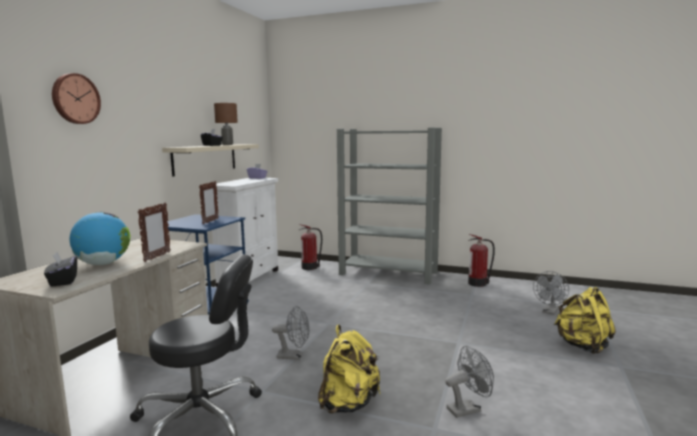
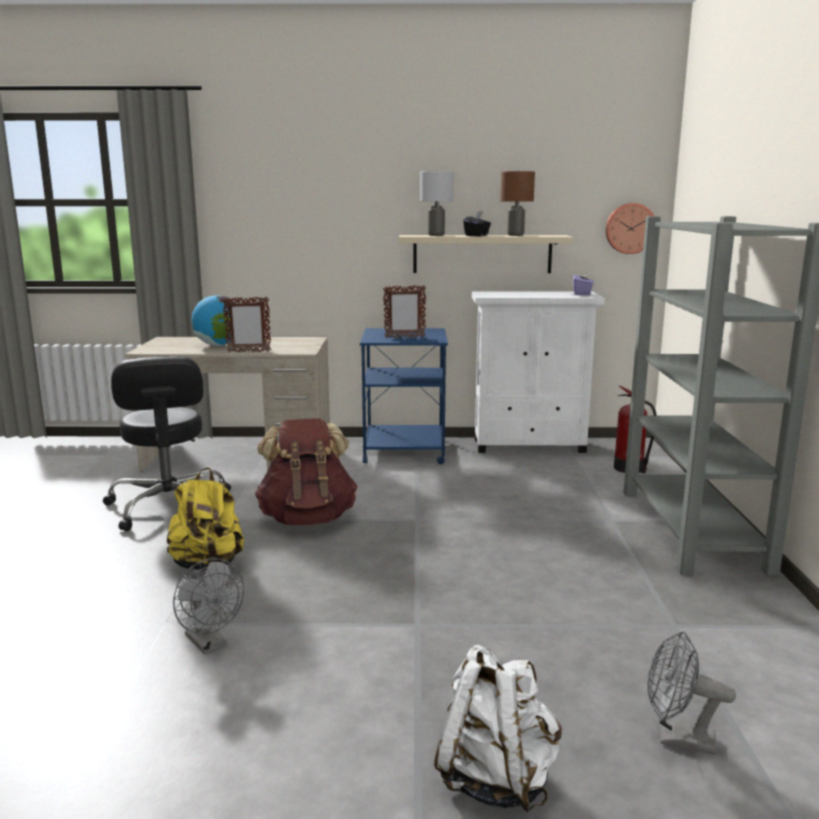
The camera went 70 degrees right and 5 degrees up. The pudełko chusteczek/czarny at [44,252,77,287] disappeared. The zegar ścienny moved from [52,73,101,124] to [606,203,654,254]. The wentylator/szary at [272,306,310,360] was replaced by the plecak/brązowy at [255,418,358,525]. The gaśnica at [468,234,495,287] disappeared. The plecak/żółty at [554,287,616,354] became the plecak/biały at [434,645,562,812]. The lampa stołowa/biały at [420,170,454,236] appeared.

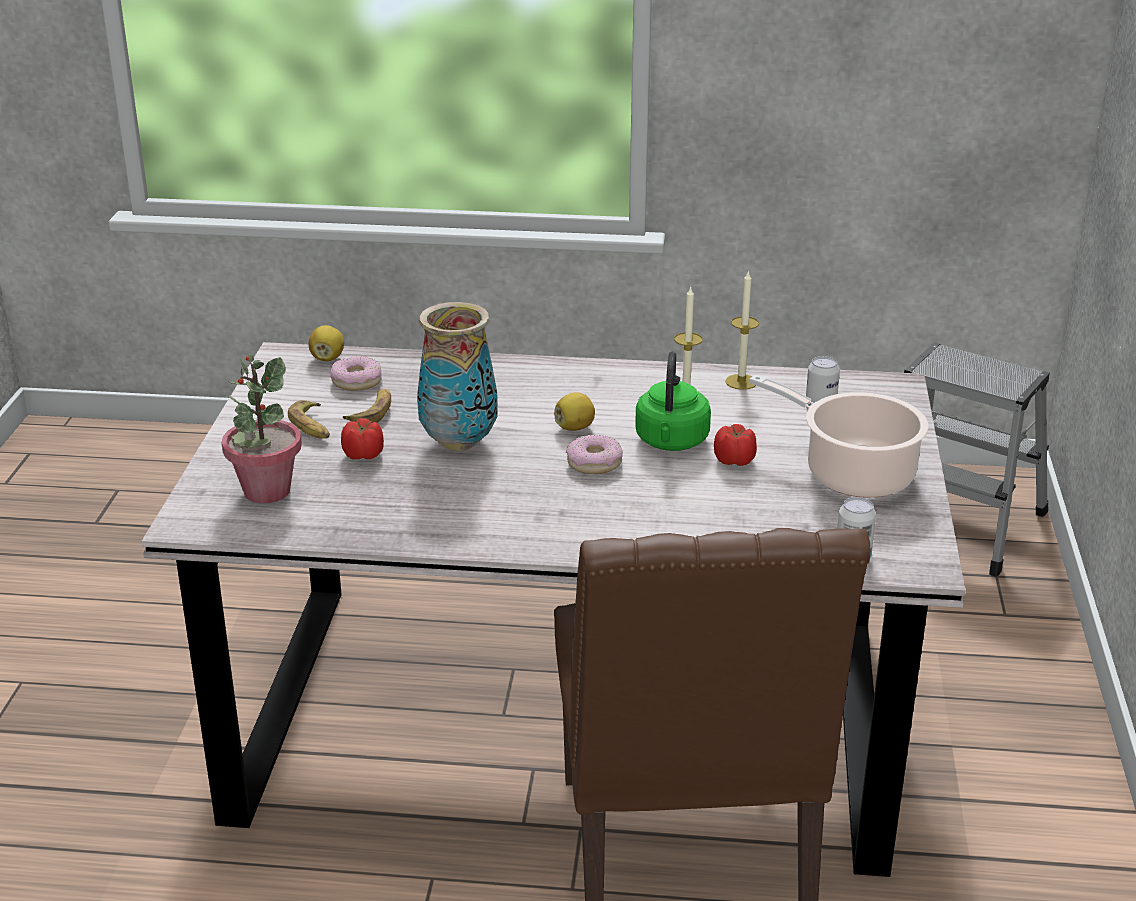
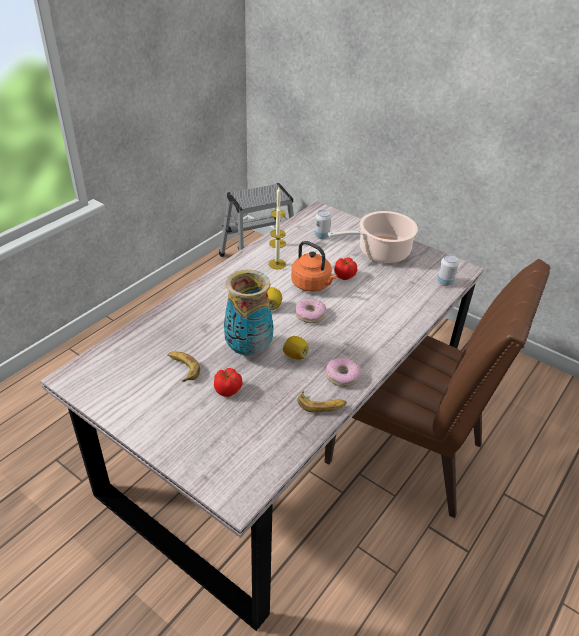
The camera went 60 degrees left and 10 degrees up. The roślina doniczkowa at [222,354,302,503] disappeared. The banan moved from [288,400,330,438] to [297,391,347,412]. The cytryna moved from [308,325,344,361] to [283,336,309,360]. The donut moved from [330,356,382,391] to [326,357,361,387]. The czajnik/zielony at [635,351,711,451] became the czajnik/pomarańczowy at [291,241,338,292].

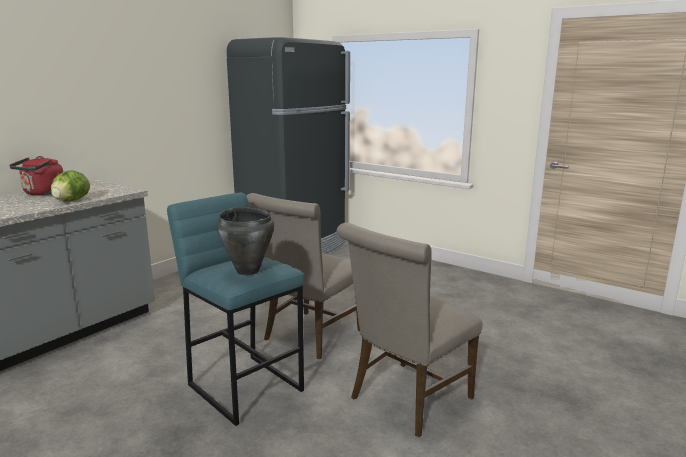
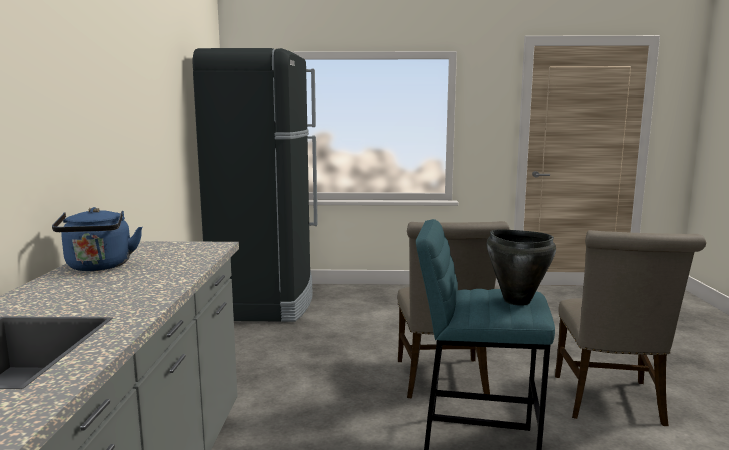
The camera went 35 degrees left and 5 degrees down. The czajnik/czerwony at [9,156,63,196] became the czajnik/niebieski at [52,207,143,271]. The sałata at [51,170,90,202] disappeared.

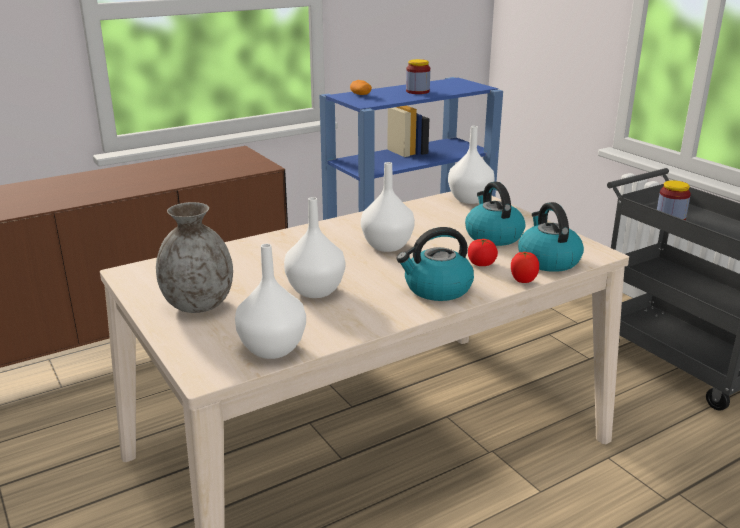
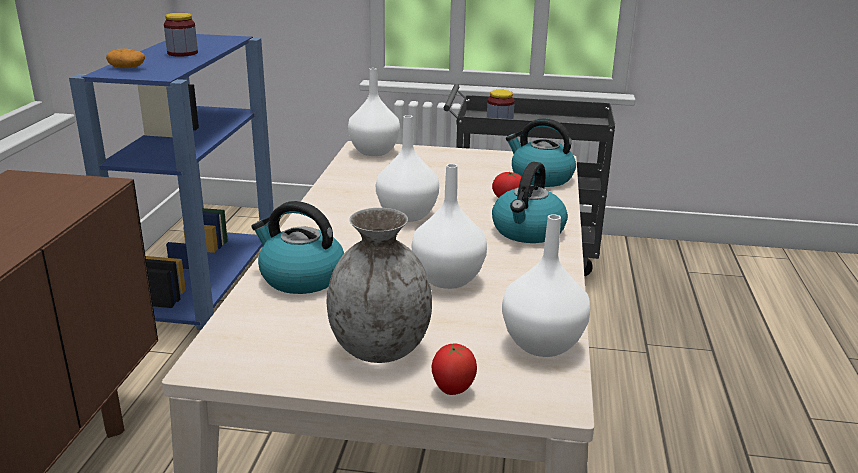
The camera went 50 degrees left and 0 degrees up. The czajnik moved from [465,182,525,246] to [251,201,344,294]. The pomidor moved from [511,252,539,283] to [432,343,477,395].

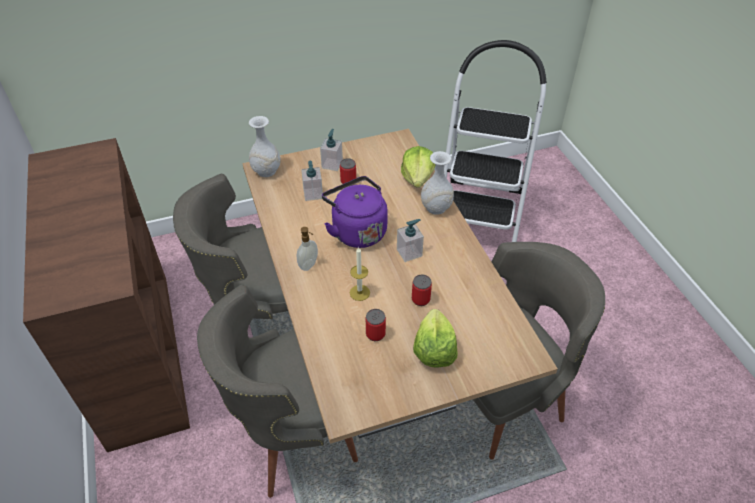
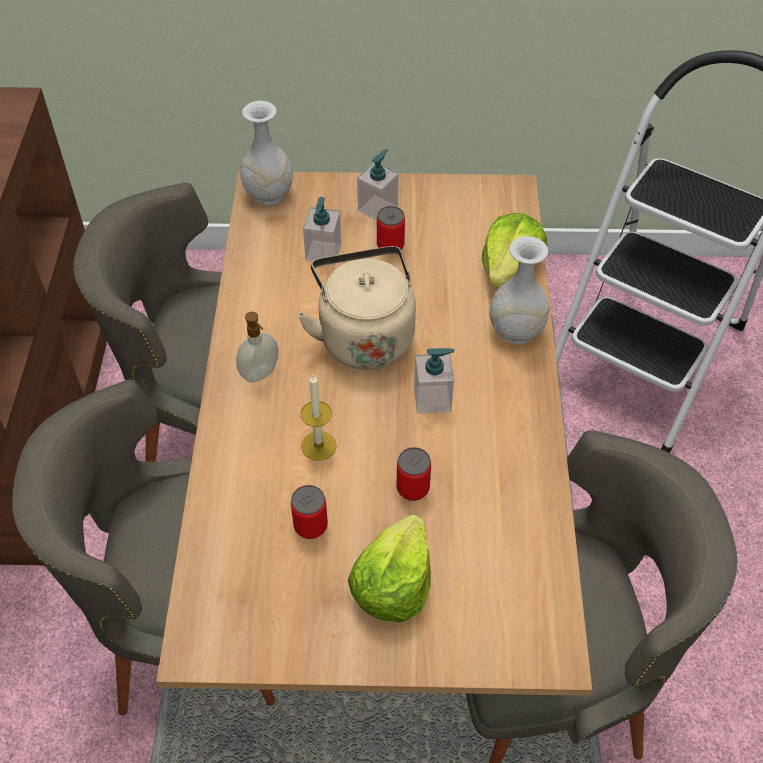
The camera went 20 degrees right and 5 degrees up. The czajnik/fioletowy at [322,176,388,248] became the czajnik/beżowy at [297,246,416,370].

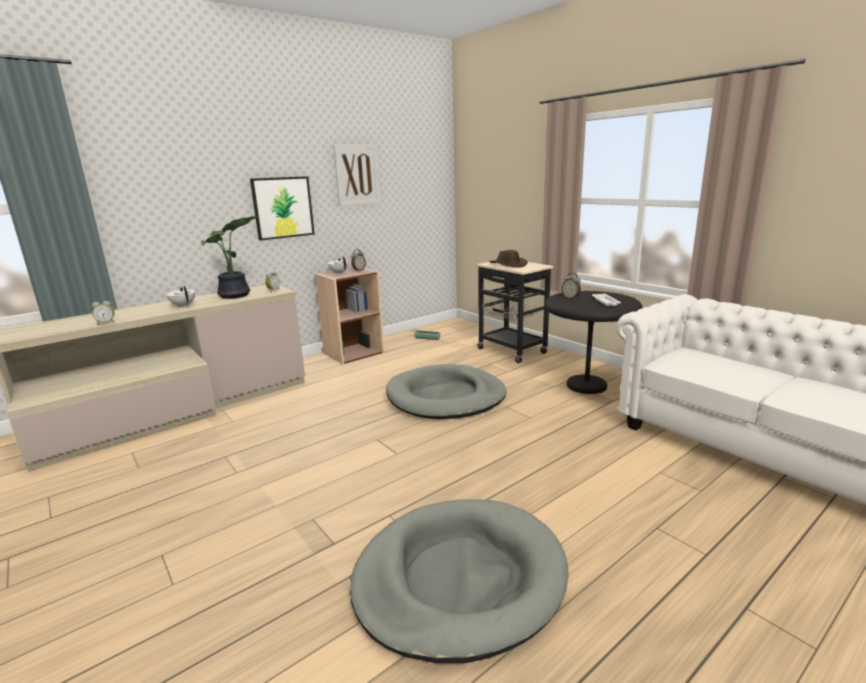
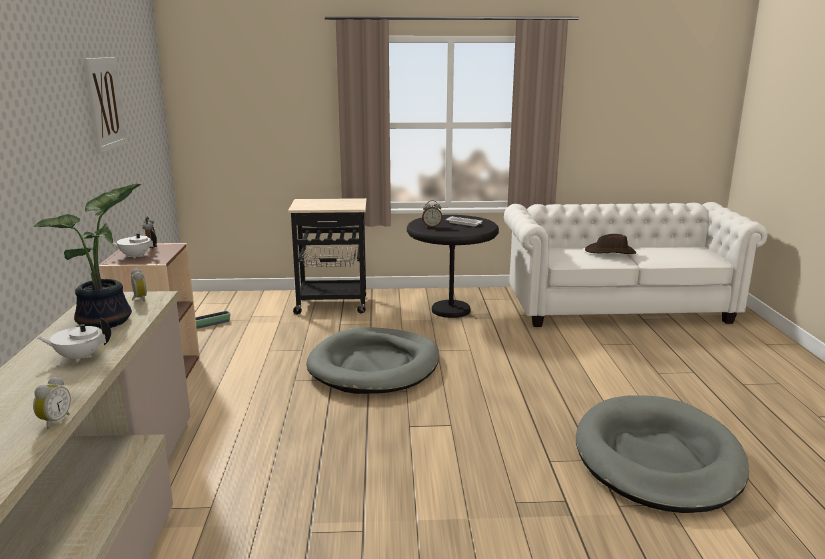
The camera went 55 degrees left and 0 degrees up. The obraz at [250,176,315,241] disappeared. The kapelusz/brązowy moved from [489,250,528,268] to [585,234,636,254].

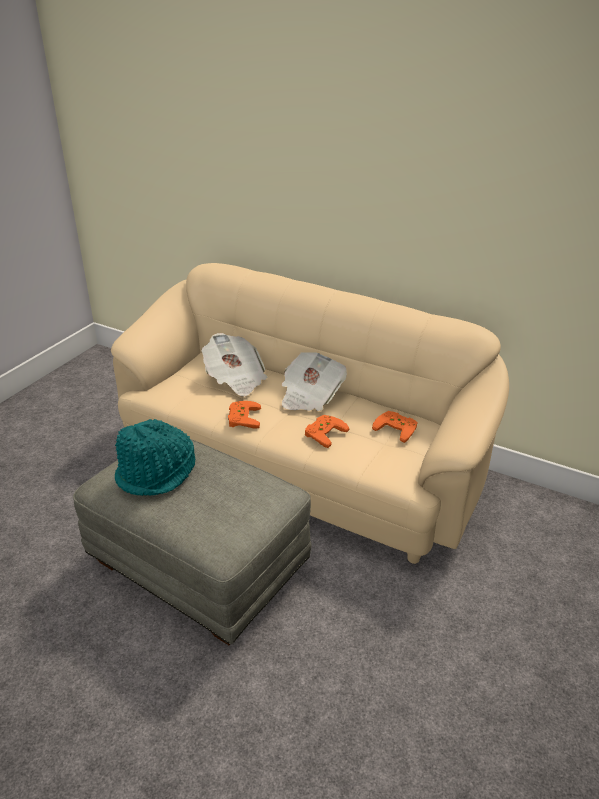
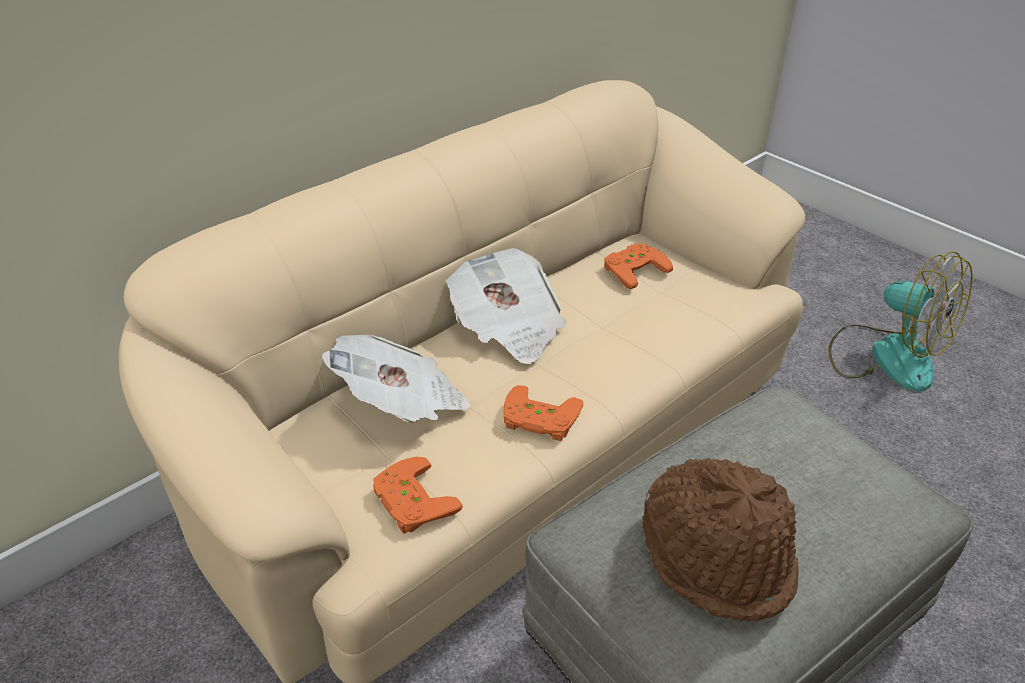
The camera went 70 degrees left and 5 degrees up. The kapelusz/turkusowy at [115,419,195,496] became the kapelusz/brązowy at [642,458,799,622]. The pad do gier/pomarańczowy moved from [305,415,349,448] to [373,457,463,533]. The wentylator at [828,251,973,392] appeared.

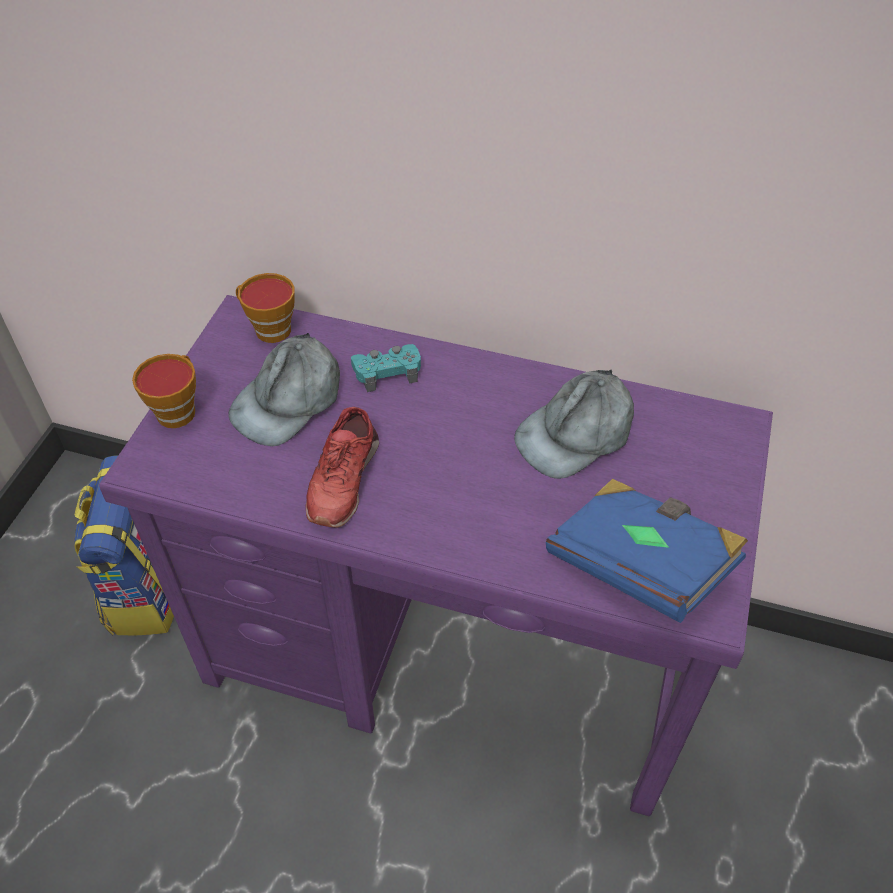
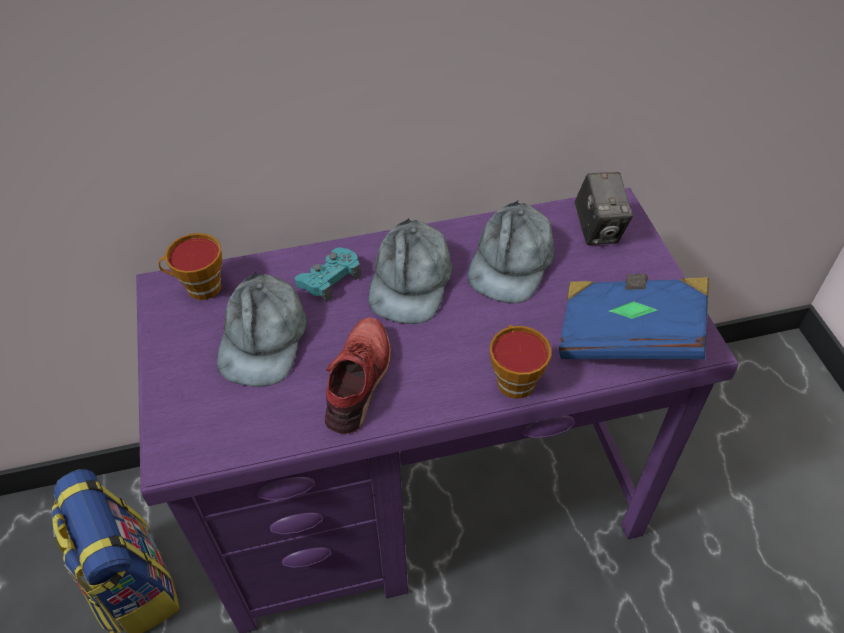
The camera went 30 degrees left and 0 degrees up. The filiżanka moved from [132,354,196,428] to [490,325,551,399]. The but/czerwony at [305,407,379,528] turned 150 degrees counterclockwise. The czapka z daszkiem/szary at [368,218,453,324] appeared. The aparat fotograficzny at [574,172,633,245] appeared.

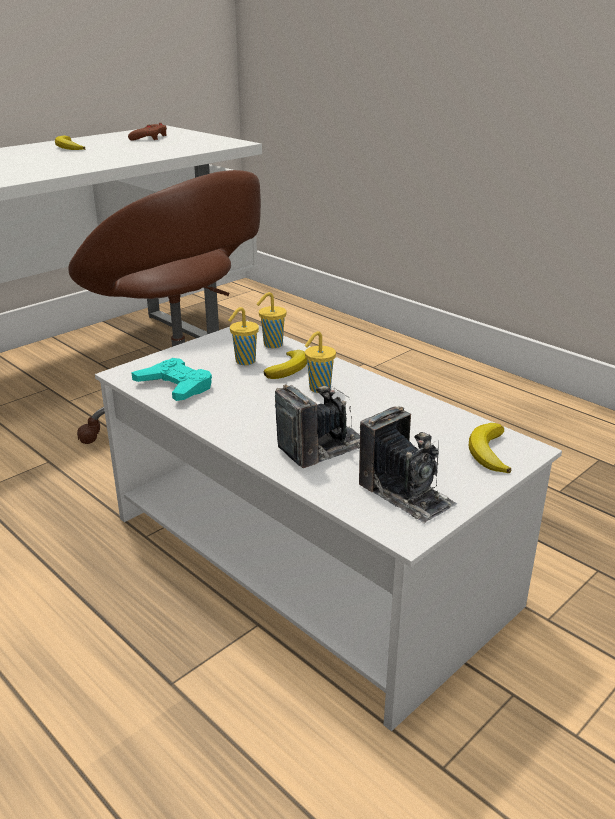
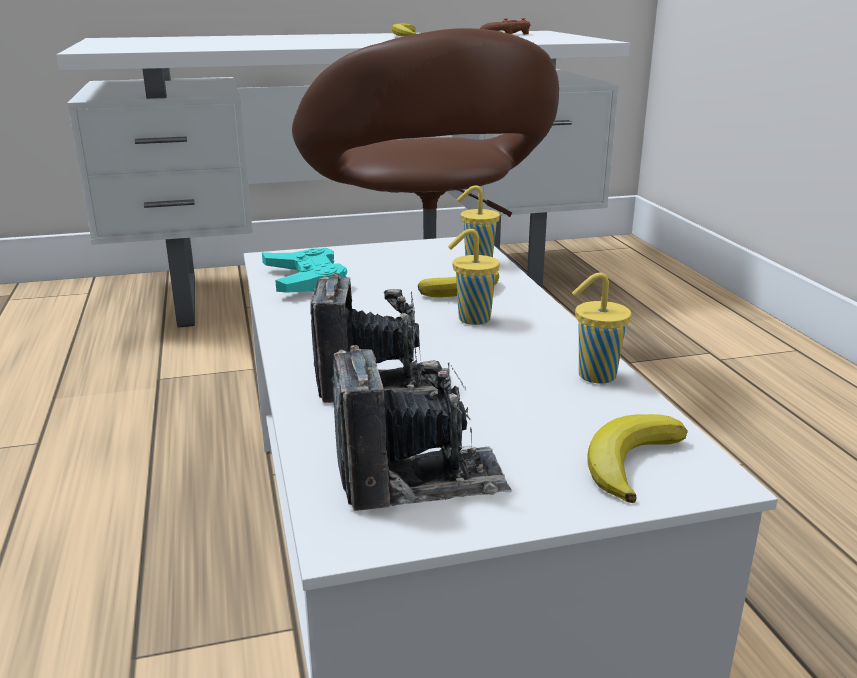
The camera went 30 degrees right and 5 degrees down. The filiżanka/żółty moved from [228,307,259,365] to [572,273,631,383]. The aparat fotograficzny at [359,406,457,524] turned 90 degrees counterclockwise.

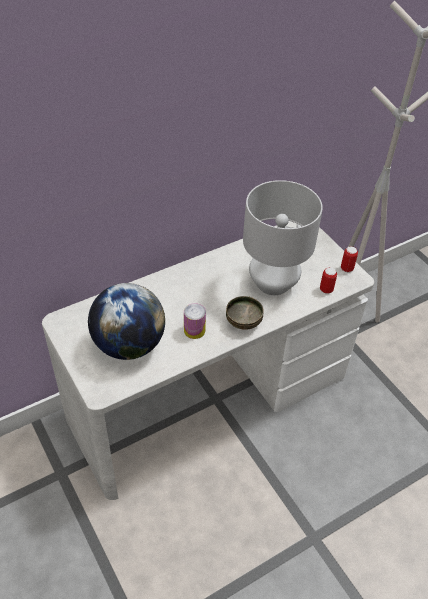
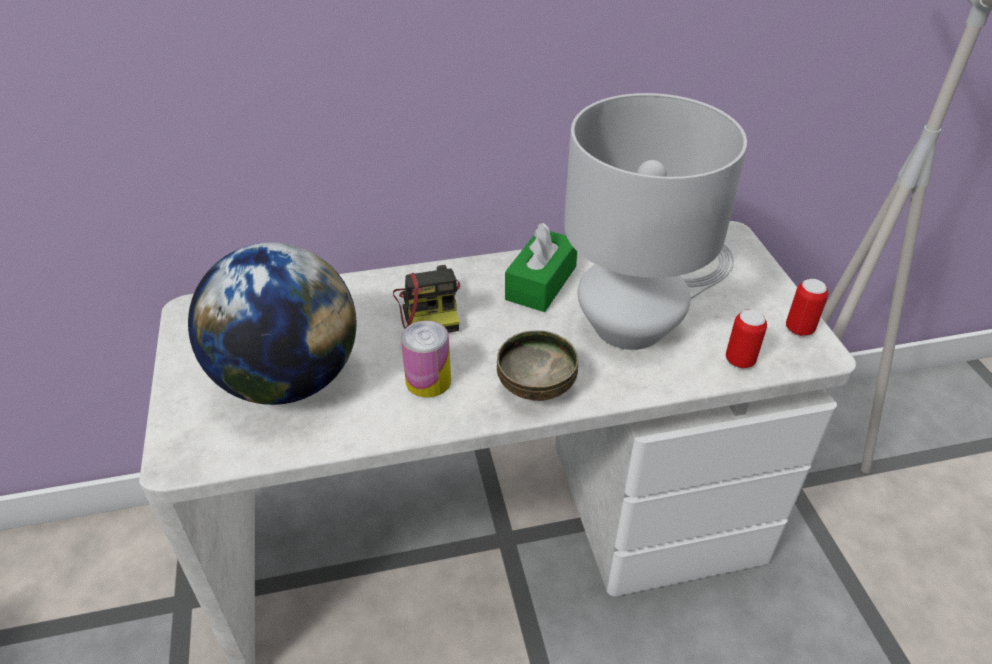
The camera went 20 degrees right and 5 degrees down. The aparat fotograficzny at [393,265,460,333] appeared. The pudełko chusteczek/zielony at [505,223,577,312] appeared.

